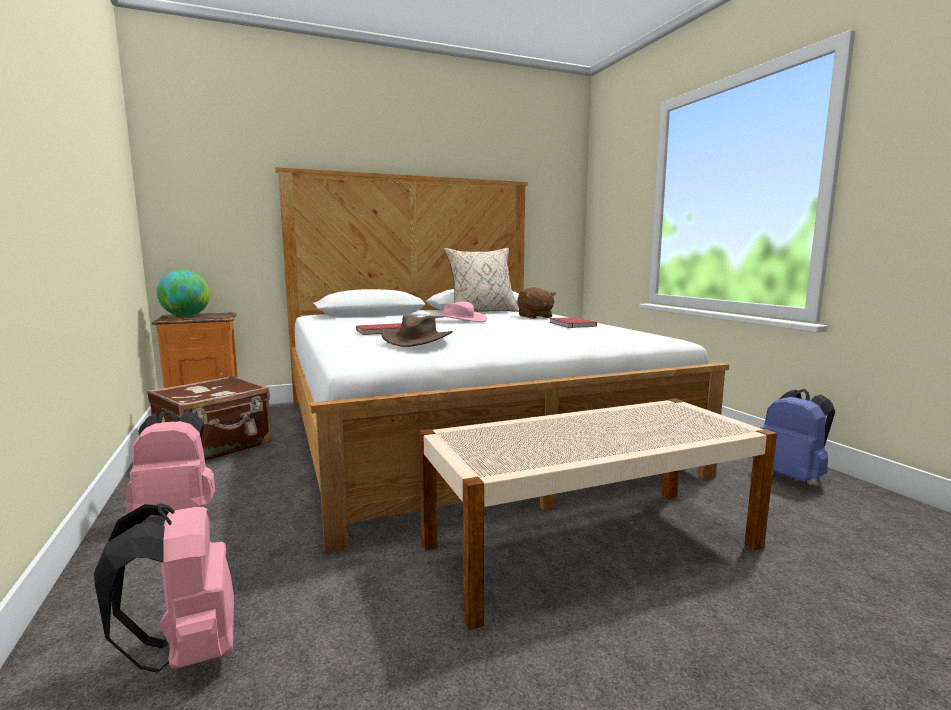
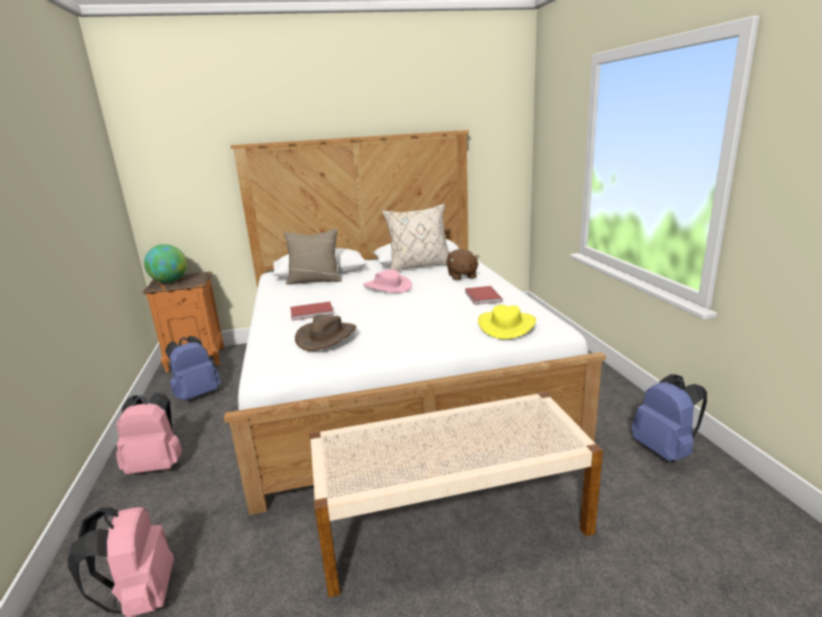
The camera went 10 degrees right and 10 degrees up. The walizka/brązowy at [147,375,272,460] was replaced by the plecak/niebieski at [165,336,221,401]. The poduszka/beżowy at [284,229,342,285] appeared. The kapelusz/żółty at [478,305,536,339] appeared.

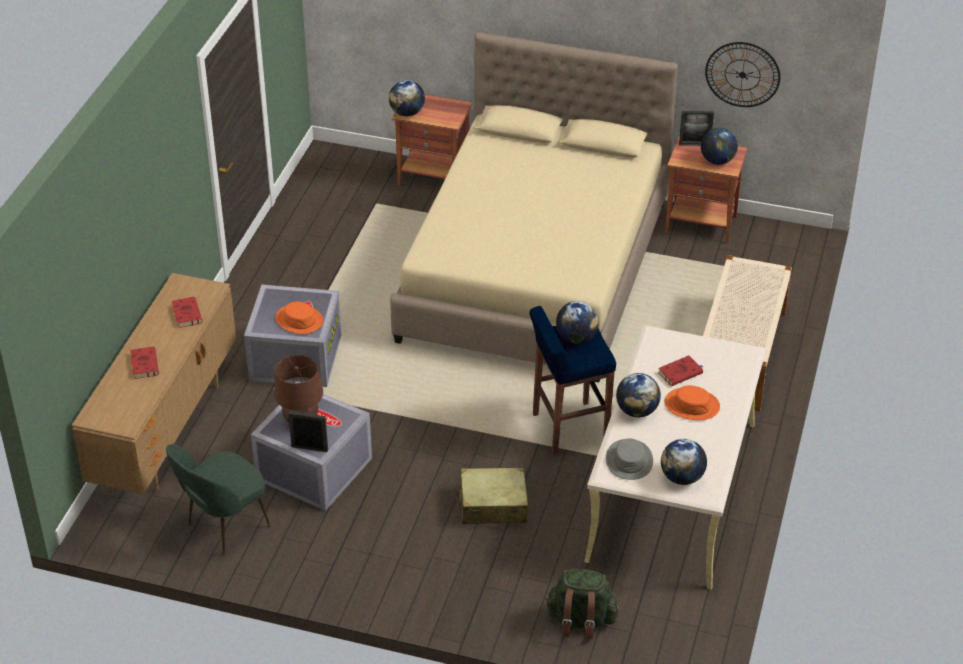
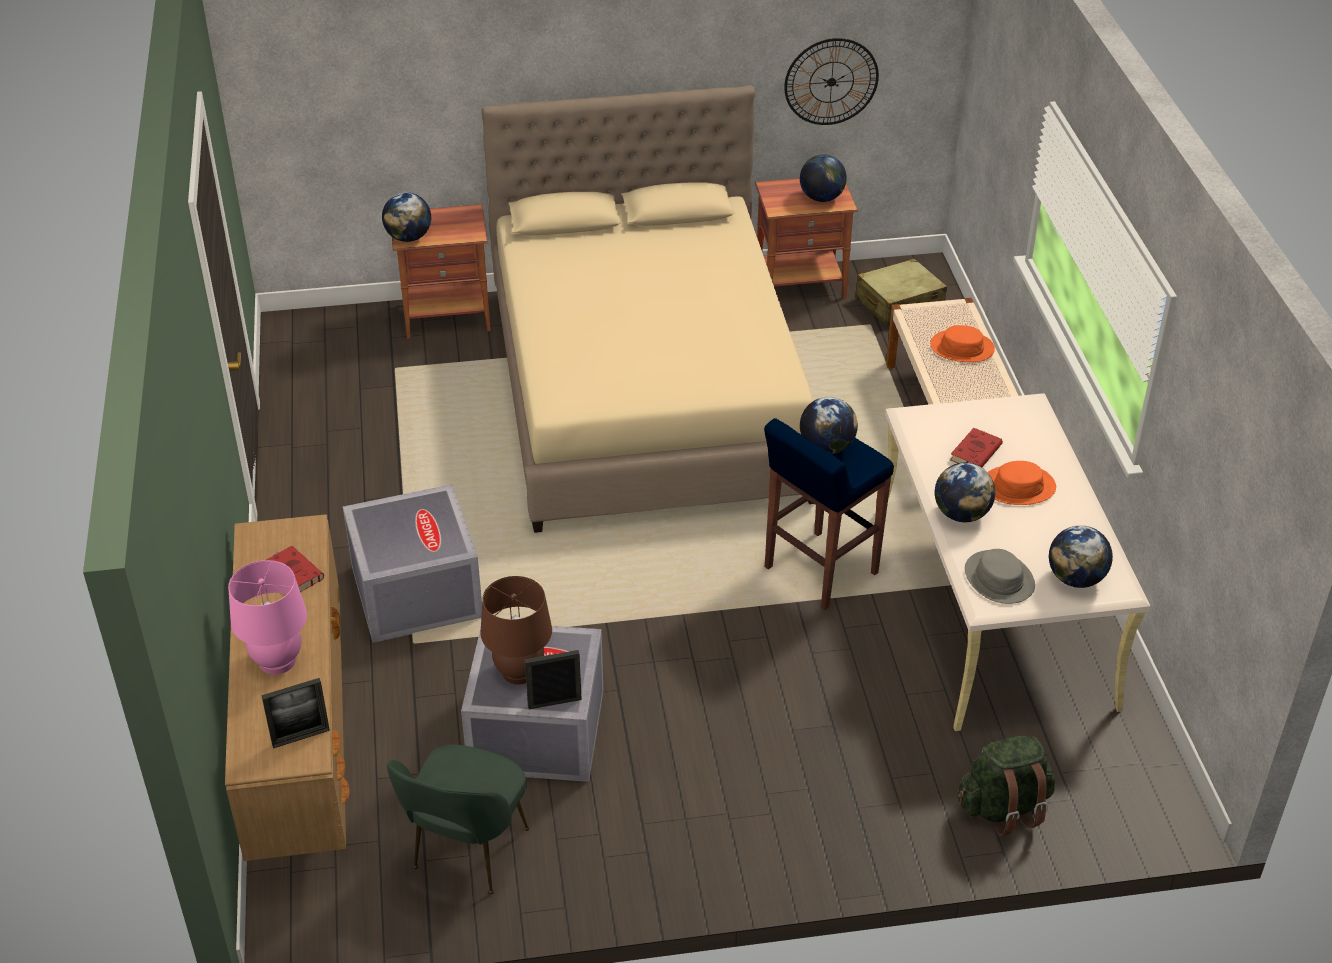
The camera went 25 degrees left and 0 degrees up. The książka/czerwony at [130,347,159,379] was replaced by the lampa stołowa/różowy at [228,560,307,675]. The kapelusz/pomarańczowy moved from [275,301,323,334] to [930,325,995,362]. The walizka/beżowy moved from [456,467,528,524] to [855,258,947,326]. The ramka na zdjęcie moved from [679,111,714,146] to [261,678,330,748].

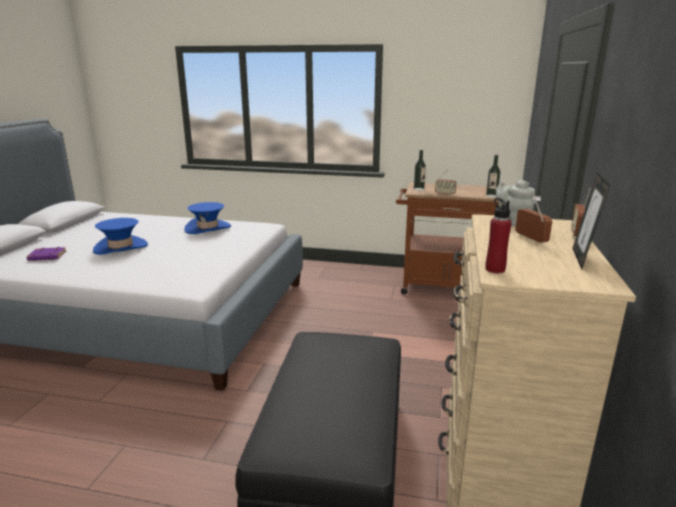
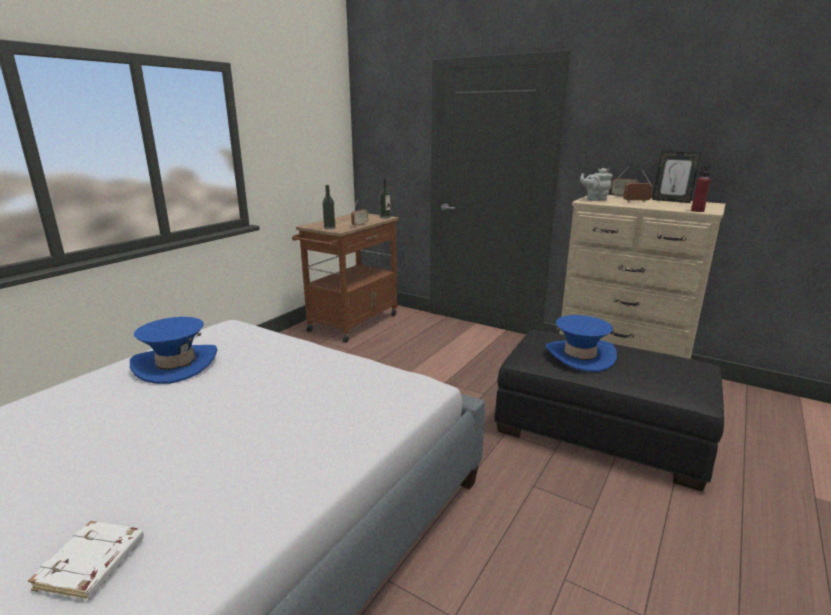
The camera went 70 degrees left and 0 degrees up. The książka/fioletowy at [27,247,66,261] became the książka/biały at [28,521,144,600]. The kapelusz/niebieski moved from [93,218,148,255] to [546,315,617,372].

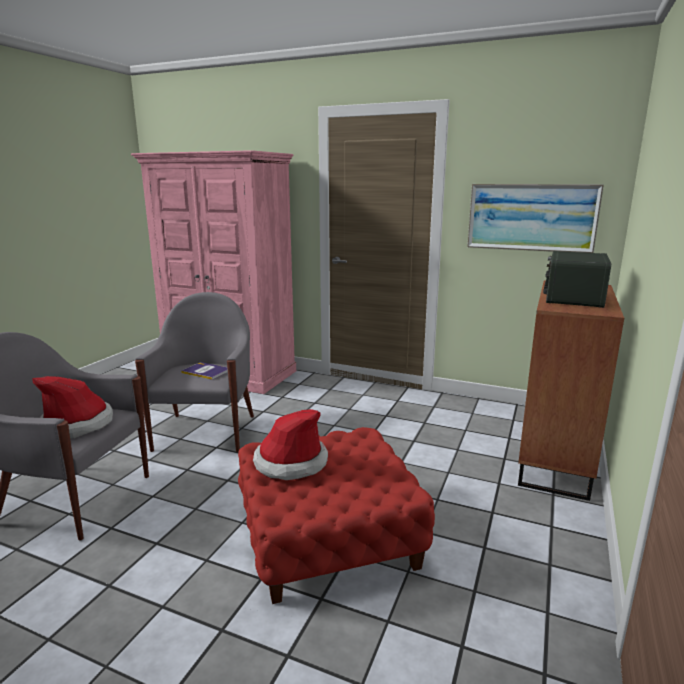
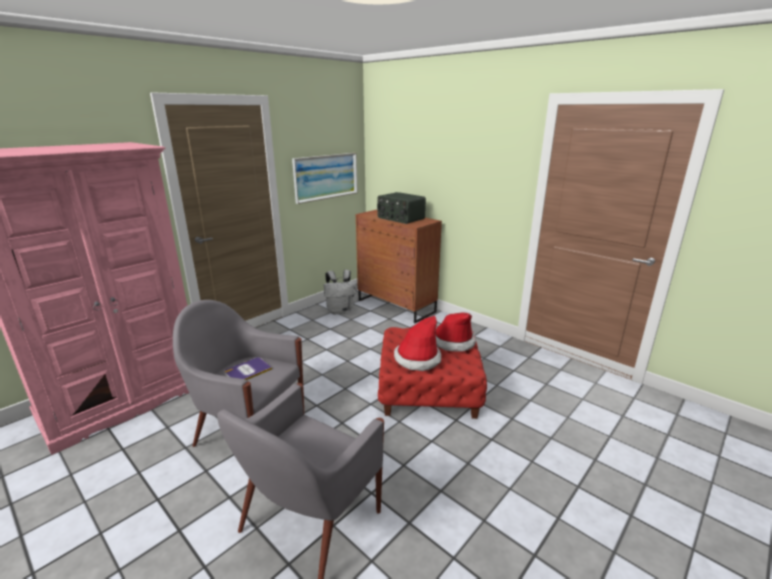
The camera went 70 degrees left and 5 degrees up. The kapelusz moved from [32,376,113,439] to [435,312,476,351]. The plecak/biały at [324,270,357,314] appeared.

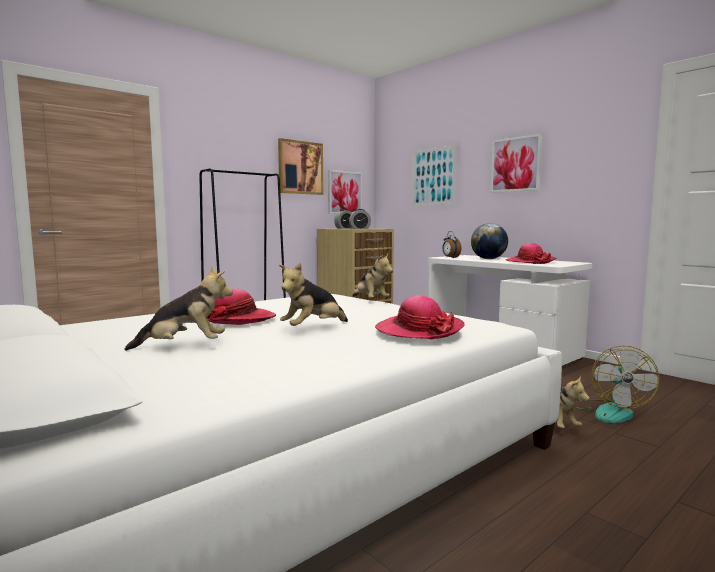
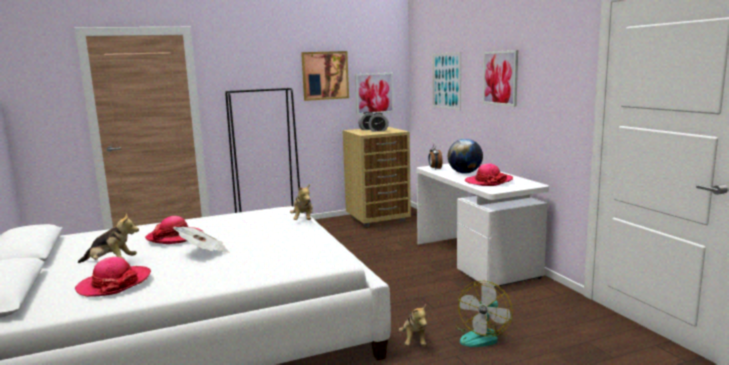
The camera went 20 degrees right and 5 degrees up. The pluszak at [279,263,348,326] was replaced by the gazeta at [173,227,230,253]. The kapelusz moved from [375,295,464,340] to [75,257,151,297].

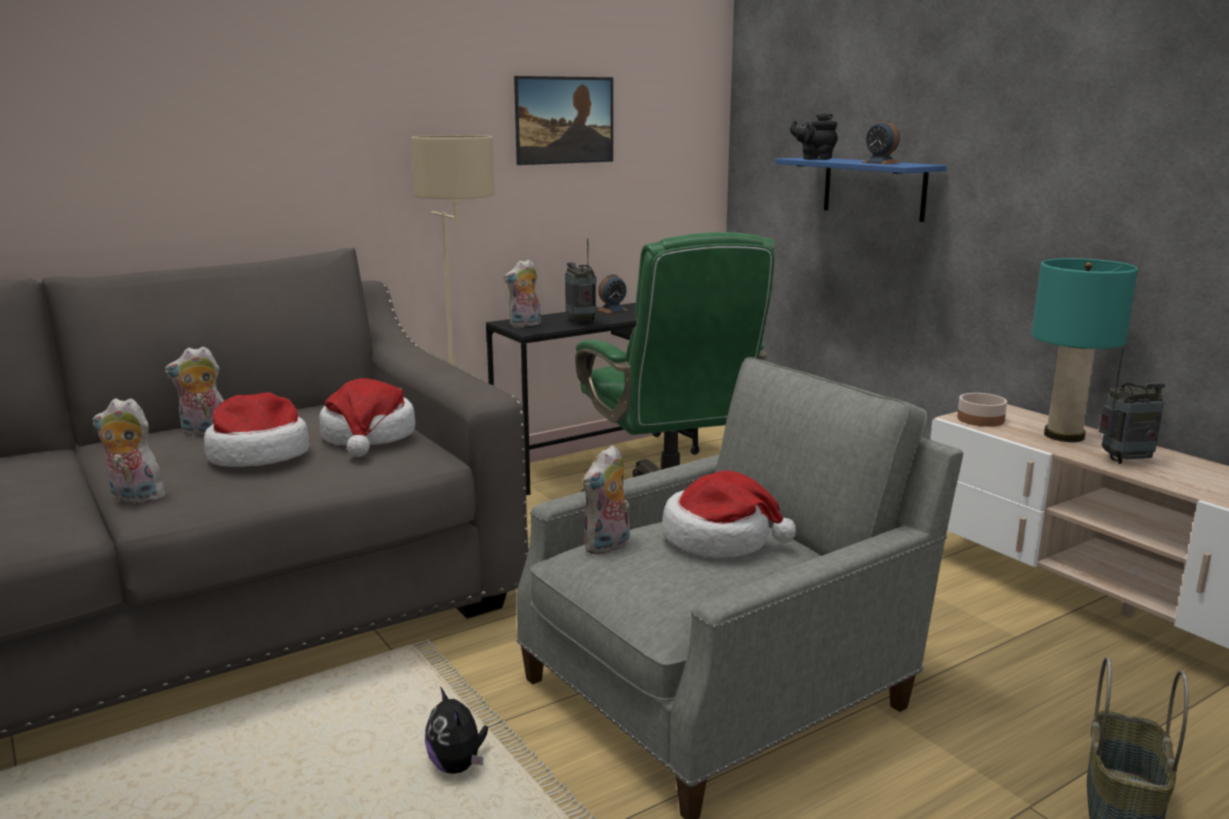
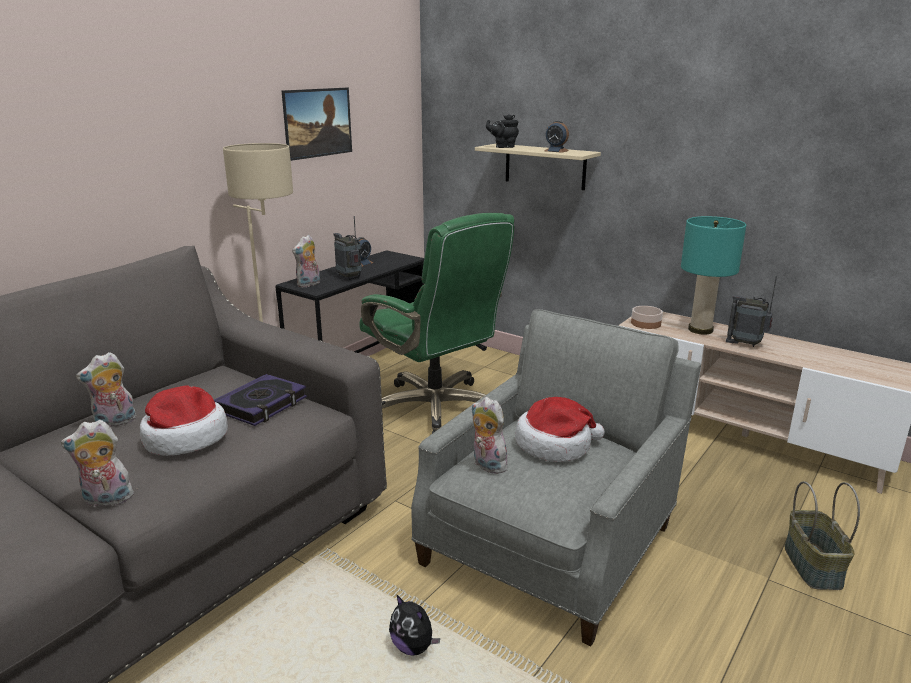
The camera went 20 degrees left and 5 degrees up. The kapelusz at [319,378,415,457] was replaced by the książka at [214,374,307,426]. The pluszak at [583,445,630,555] turned 120 degrees clockwise. The półka/niebieski at [775,158,947,222] became the półka/beżowy at [475,144,601,190]. The radio at [1099,348,1165,464] turned 120 degrees counterclockwise.

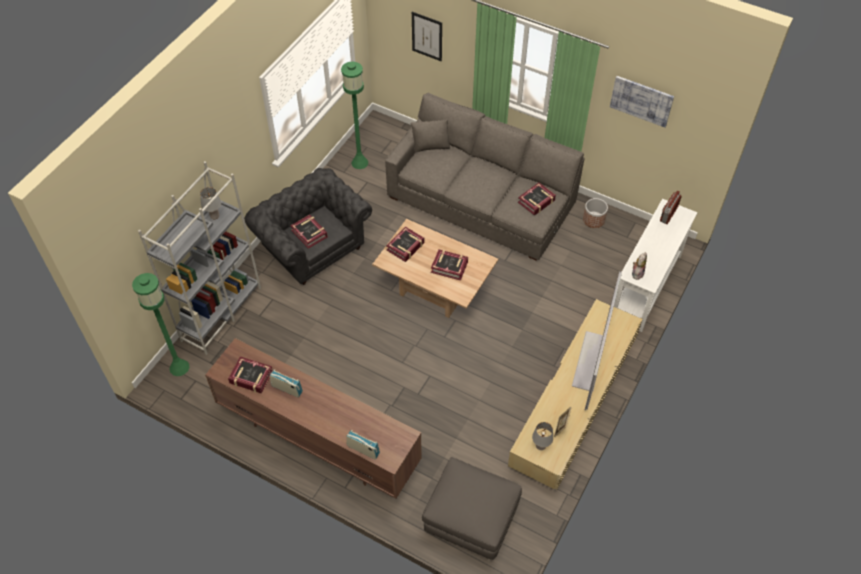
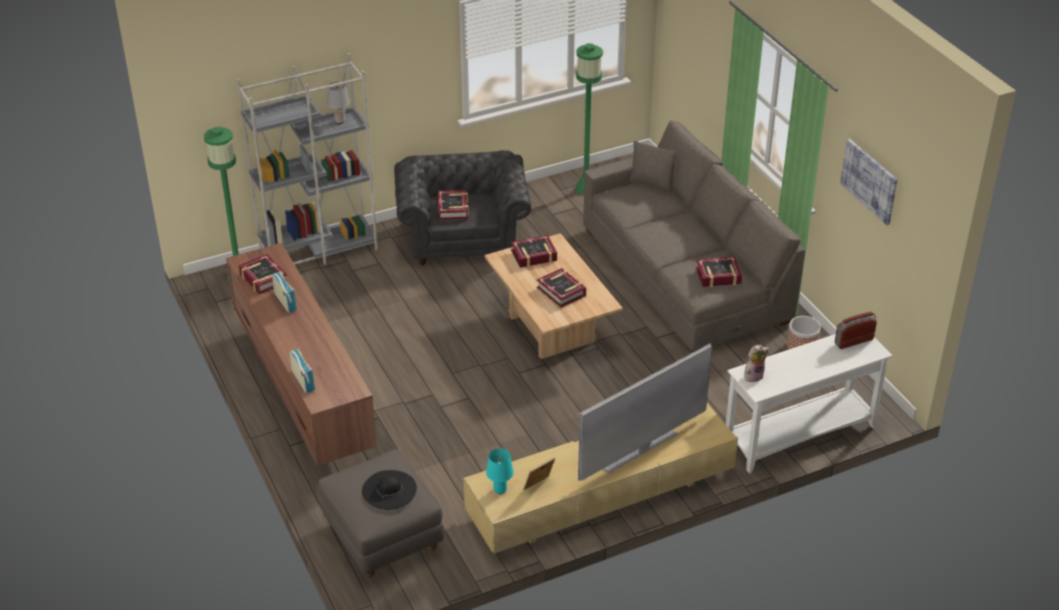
The camera went 35 degrees right and 15 degrees down. The obraz at [412,12,442,61] disappeared. The lampa stołowa/szary at [532,422,553,450] became the lampa stołowa/turkusowy at [486,448,514,494]. The kapelusz/czarny at [362,470,417,510] appeared.

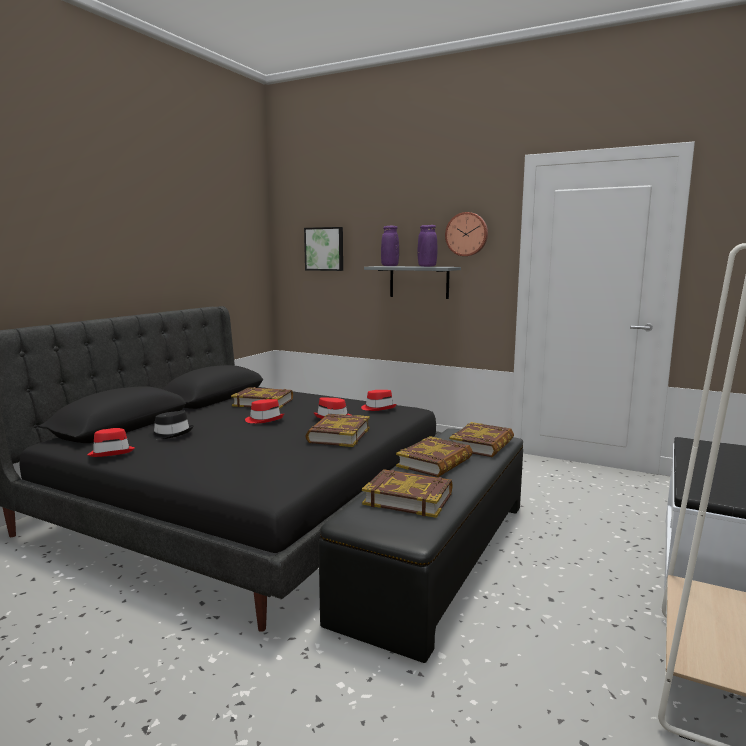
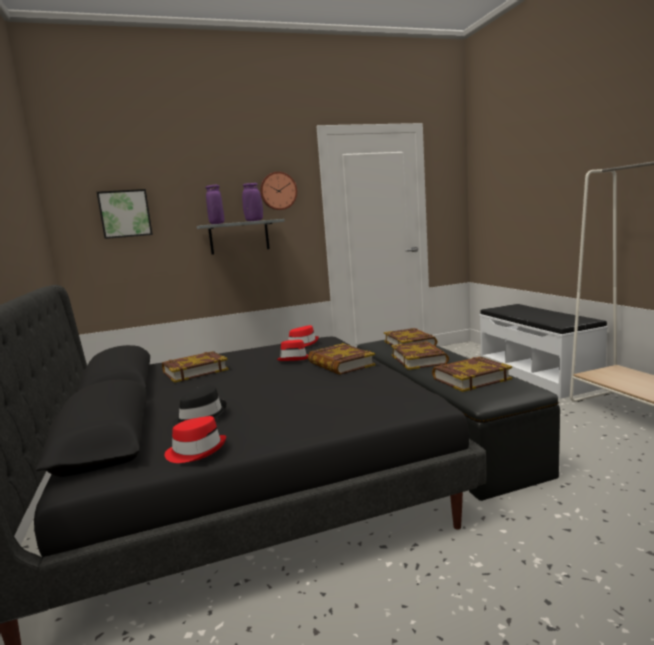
The camera went 45 degrees left and 0 degrees up. The kapelusz/czerwony at [245,399,284,423] disappeared.

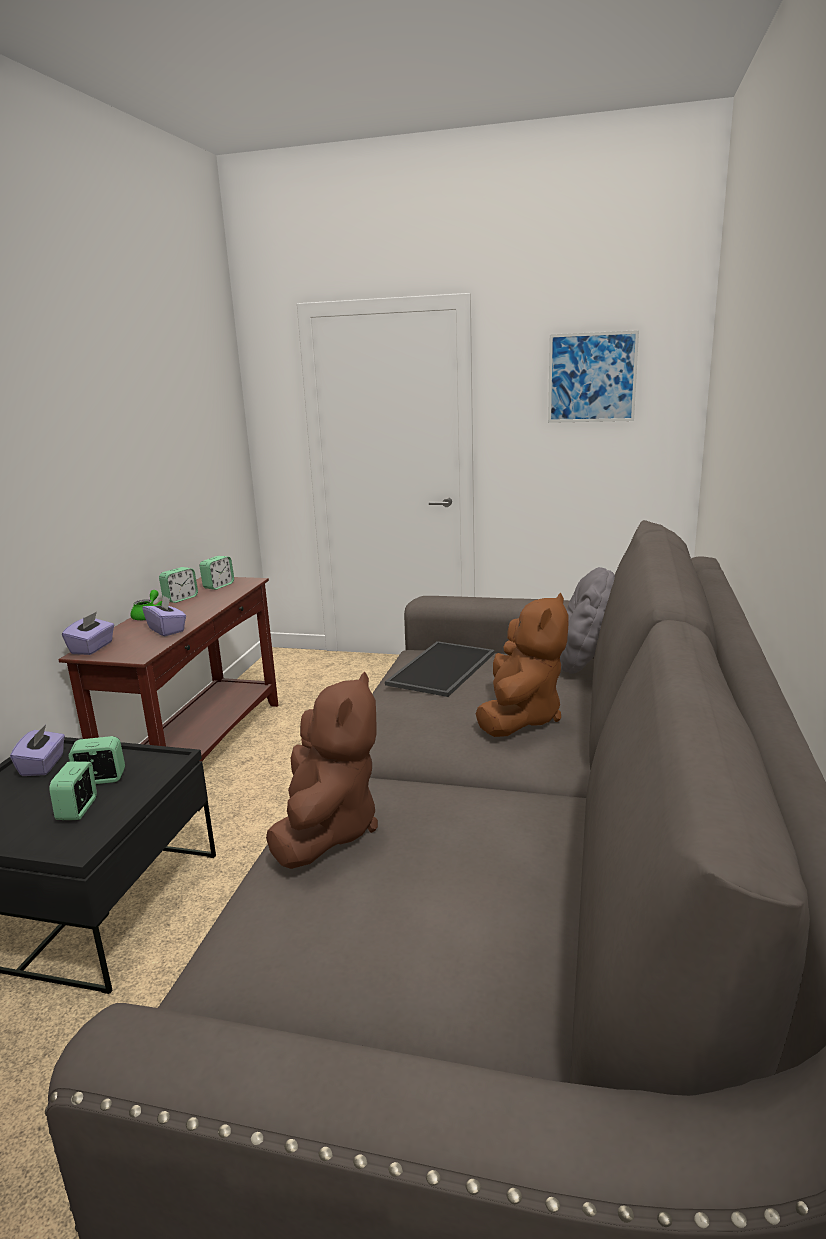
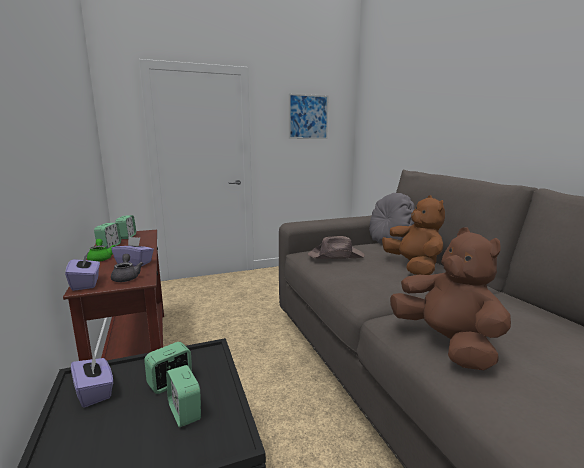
The camera went 35 degrees left and 5 degrees down. The taca at [385,641,495,697] was replaced by the kapelusz/brązowy at [308,236,365,259]. The imbryk/szary at [111,254,143,282] appeared.

